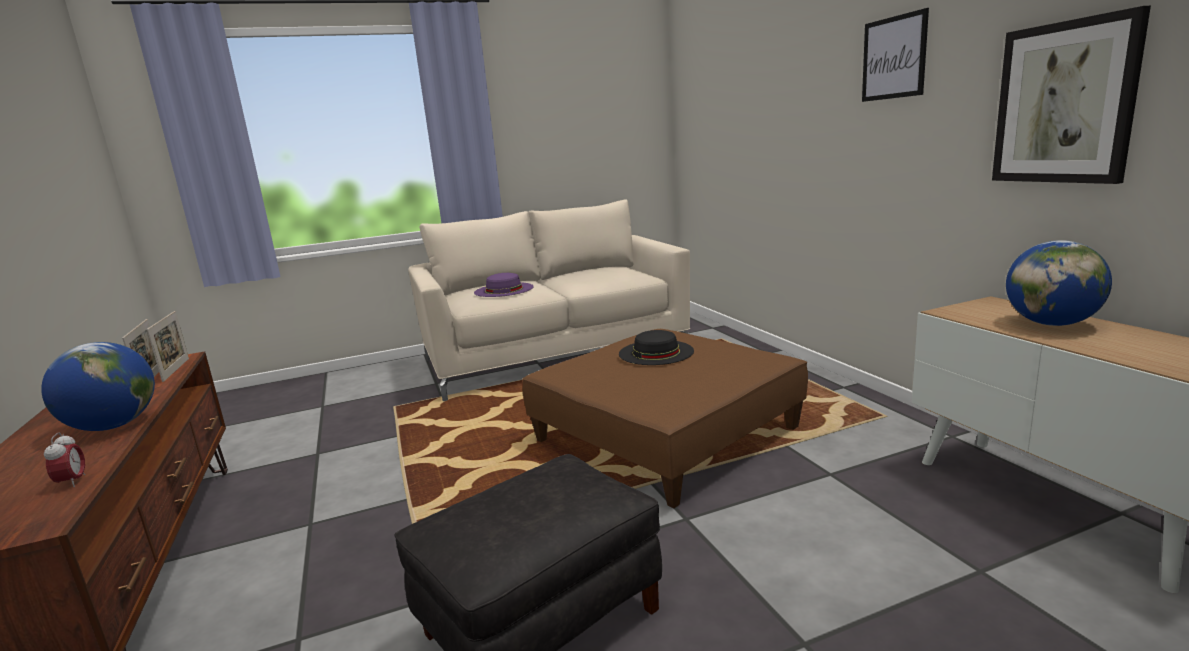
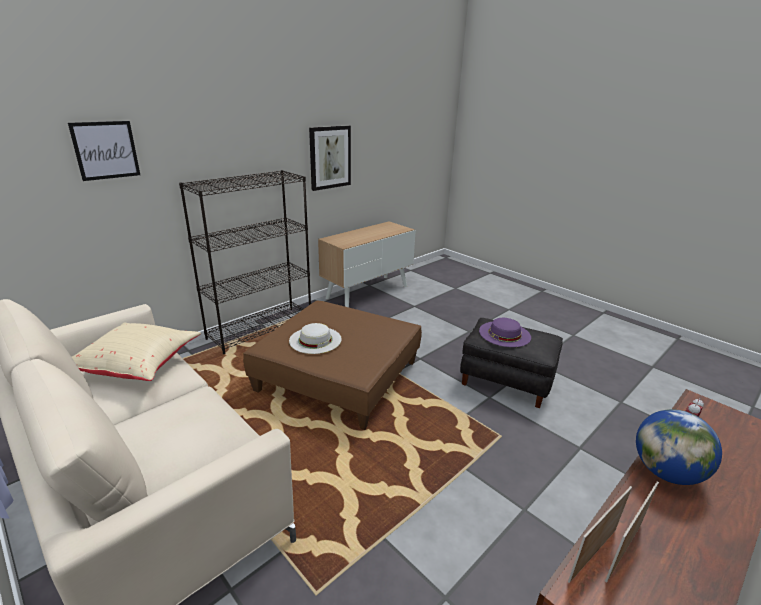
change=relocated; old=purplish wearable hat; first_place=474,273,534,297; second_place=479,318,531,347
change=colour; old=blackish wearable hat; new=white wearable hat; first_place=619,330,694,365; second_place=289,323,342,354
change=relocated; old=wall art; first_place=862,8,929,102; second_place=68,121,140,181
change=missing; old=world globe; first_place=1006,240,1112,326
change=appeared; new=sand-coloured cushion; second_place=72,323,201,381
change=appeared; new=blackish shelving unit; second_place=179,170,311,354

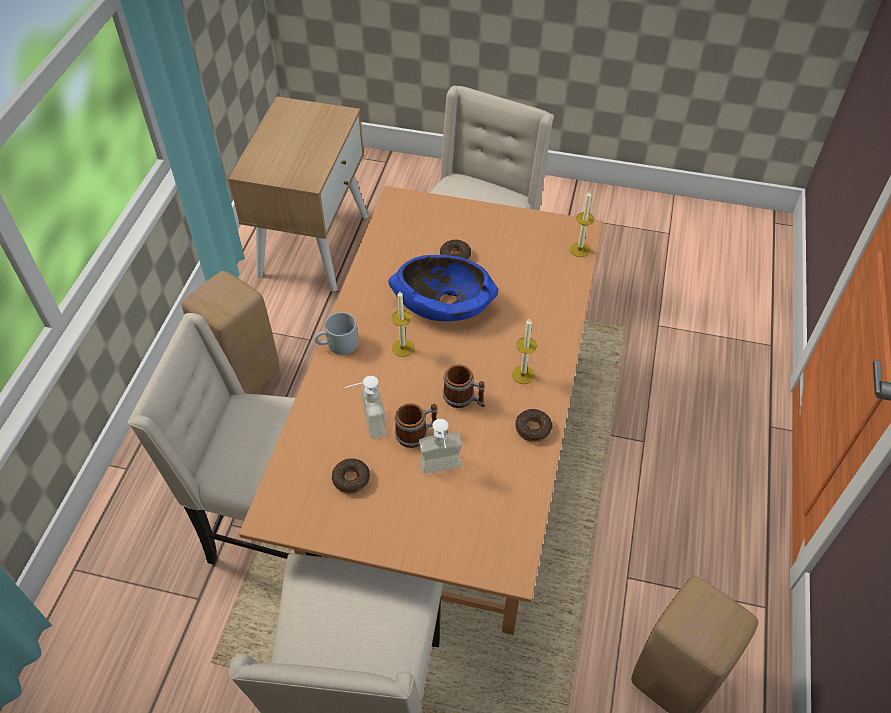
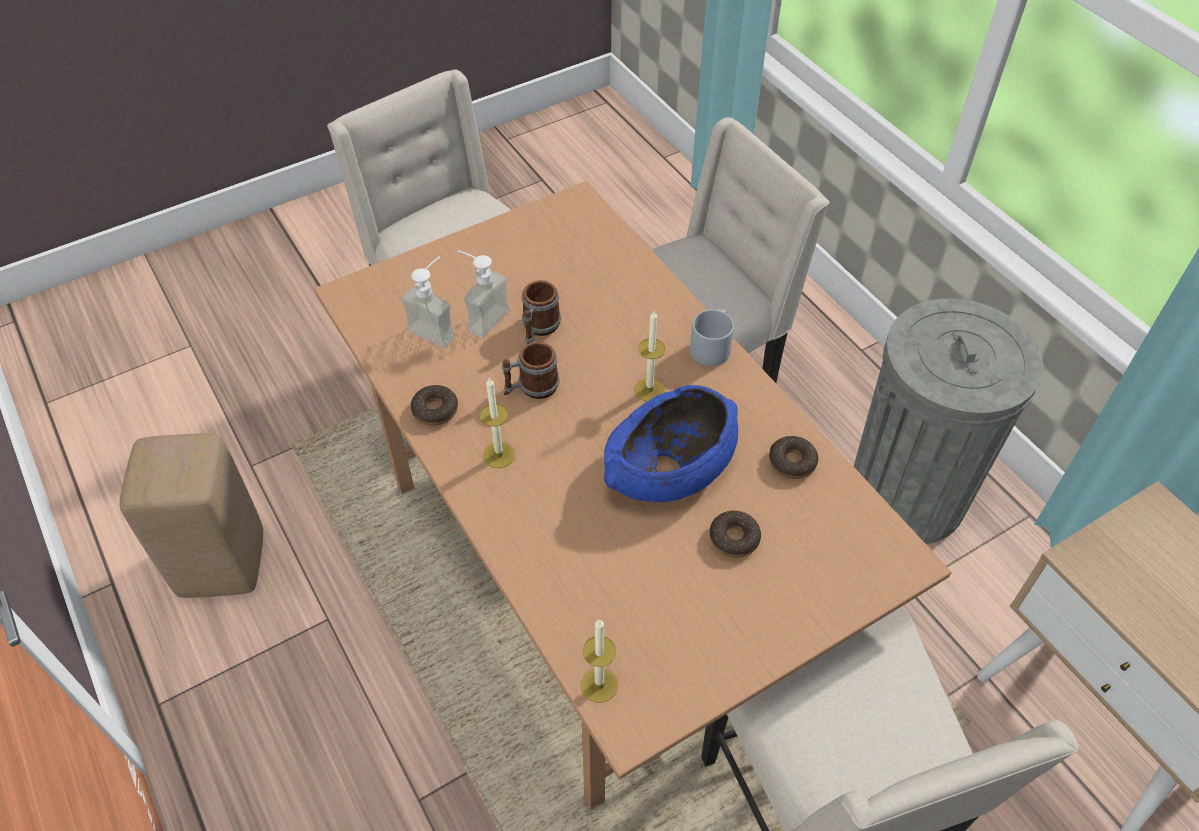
change=exchanged; old=sand-coloured stool; new=greyish rubbish bin; first_place=182,271,279,394; second_place=854,298,1043,544
change=relocated; old=ring doughnut; first_place=332,459,370,494; second_place=769,436,818,479
change=relocated; old=soap dispenser; first_place=345,376,387,439; second_place=401,256,455,348

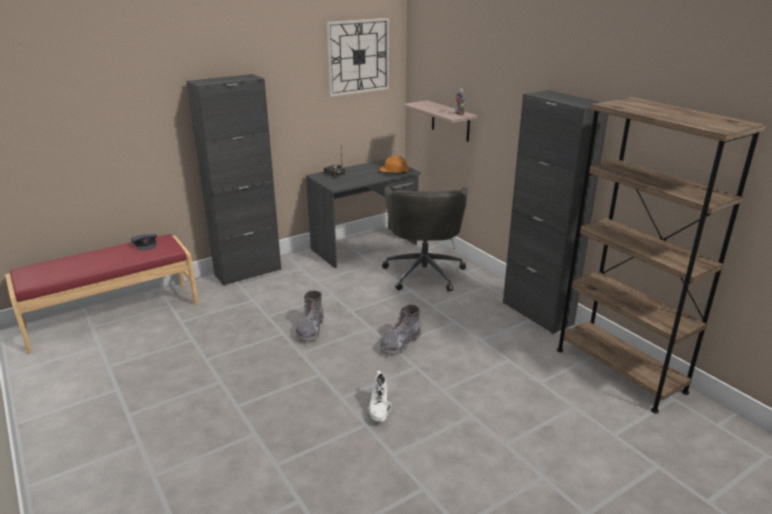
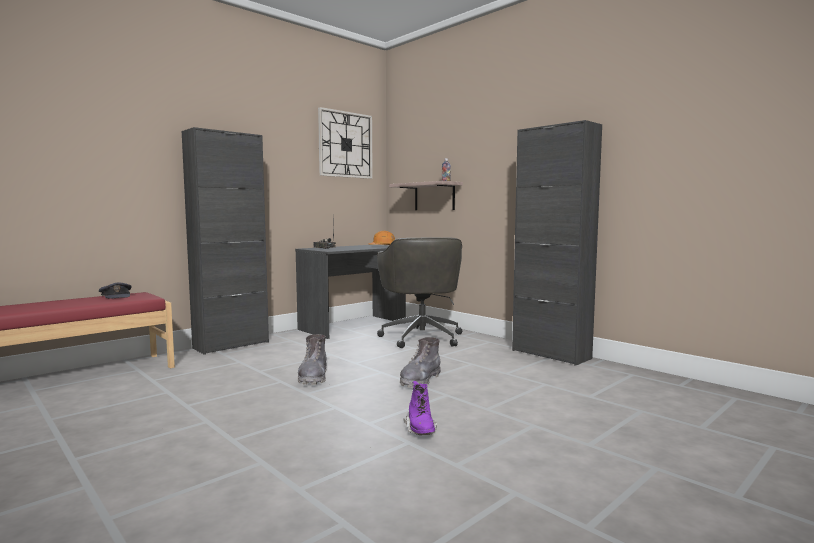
change=colour; old=white boot; new=purplish boot; first_place=367,371,392,422; second_place=403,381,437,435
change=missing; old=brownish shelving unit; first_place=557,97,766,413

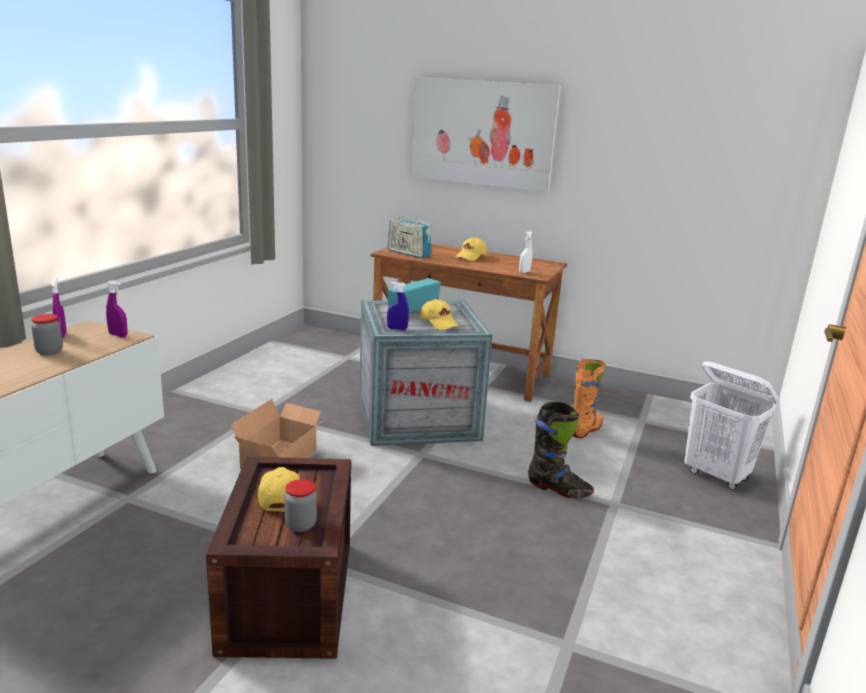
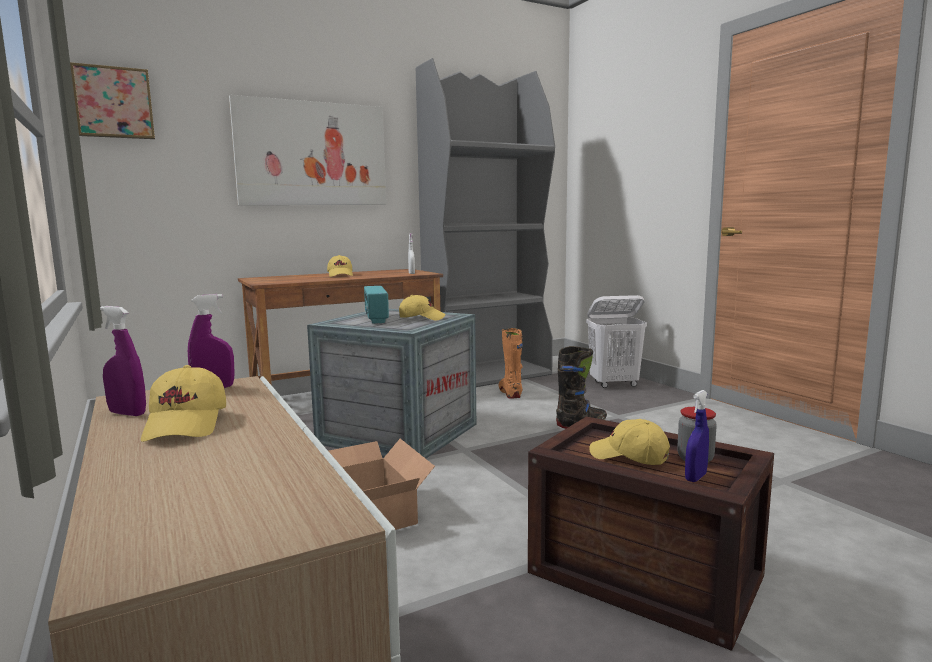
change=exchanged; old=storage jar; new=yellowish peaked cap; first_place=31,314,63,355; second_place=141,365,226,442
change=missing; old=radio set; first_place=387,212,431,258
change=relocated; old=bluish spray bottle; first_place=387,282,409,330; second_place=685,390,709,482
change=appeared; new=wall art; second_place=70,62,155,139
change=appeared; new=greyish shelving unit; second_place=416,58,555,387

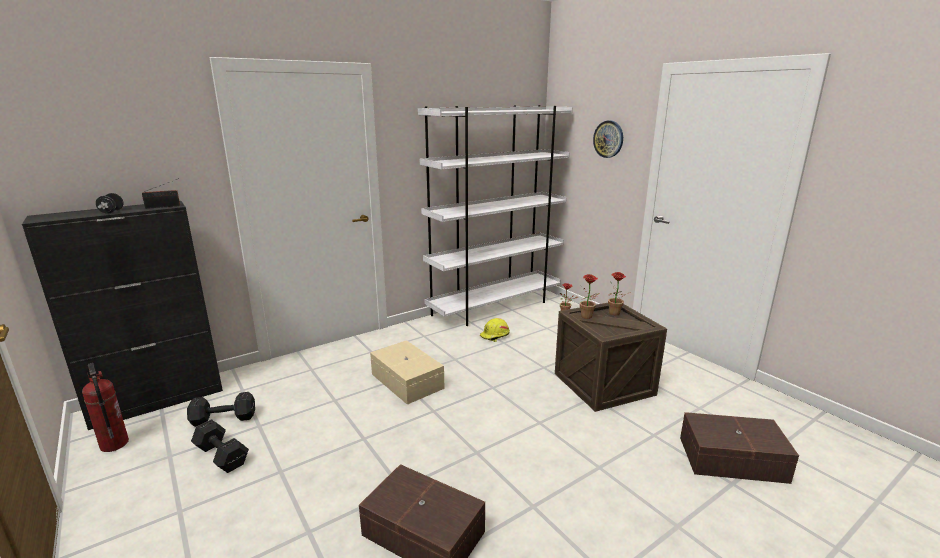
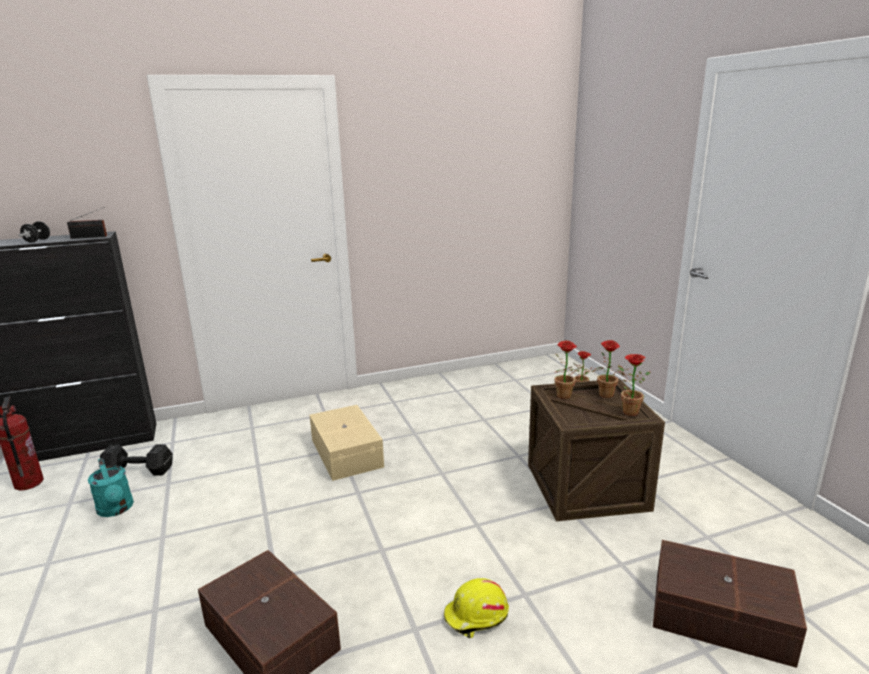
change=exchanged; old=blackish dumbbell; new=turquoise watering pot; first_place=191,419,249,473; second_place=88,458,134,517
change=missing; old=white shelving unit; first_place=418,105,573,326
change=relocated; old=yellowish safety helmet; first_place=480,318,510,342; second_place=444,578,509,638
change=missing; old=clock on the wall; first_place=593,120,623,158
change=appeared; new=potted plant; second_place=618,354,651,416

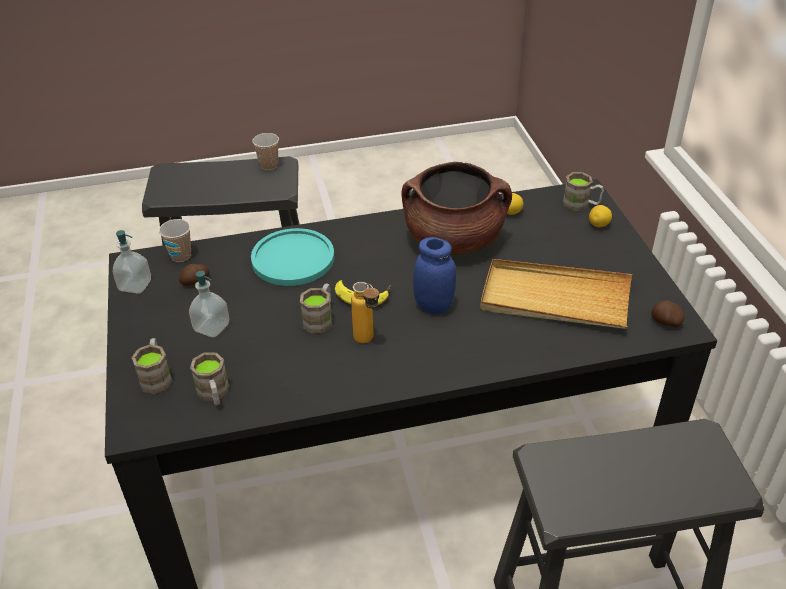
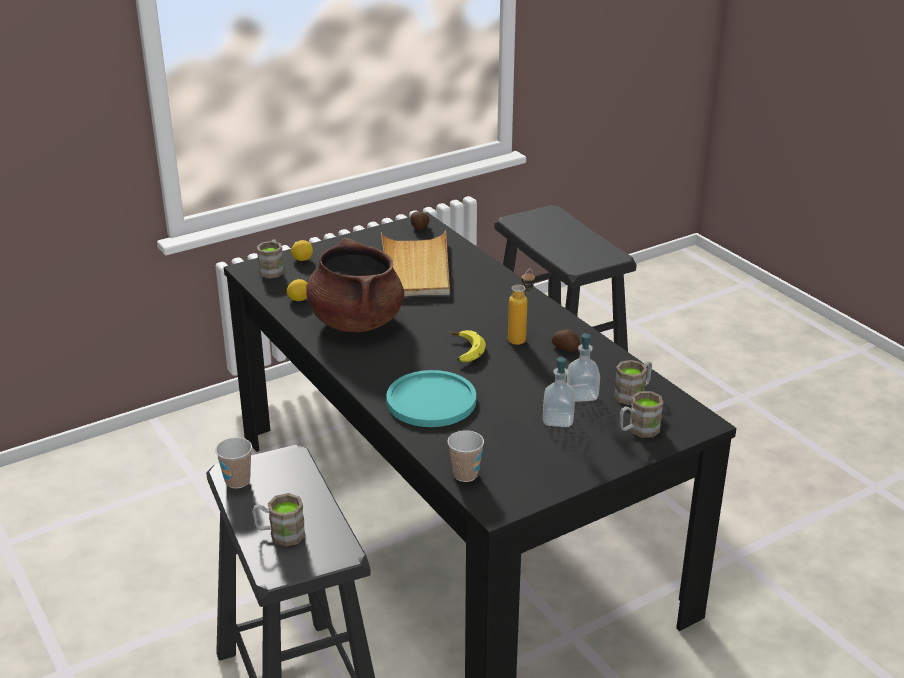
change=relocated; old=soap dispenser; first_place=113,230,151,294; second_place=567,333,600,402
change=relocated; old=whole potato; first_place=179,264,209,286; second_place=551,329,580,352
change=relocated; old=brownish tea mug; first_place=300,284,332,333; second_place=252,493,306,547
change=missing; old=bluish storage jar; first_place=413,237,456,314

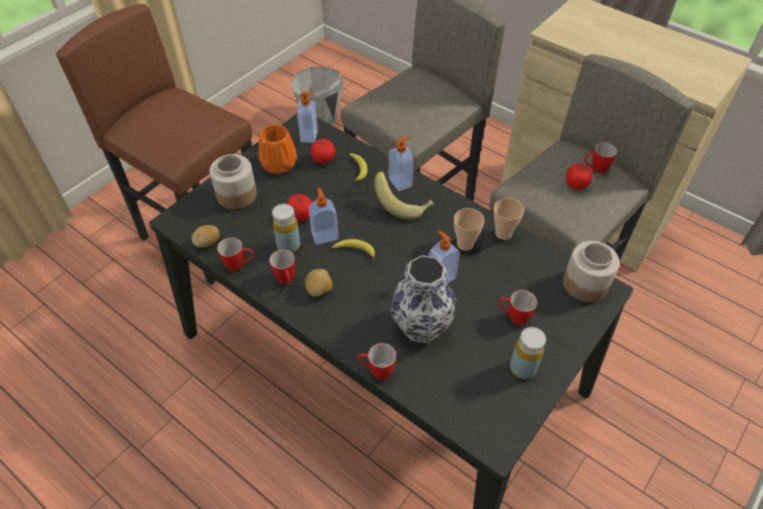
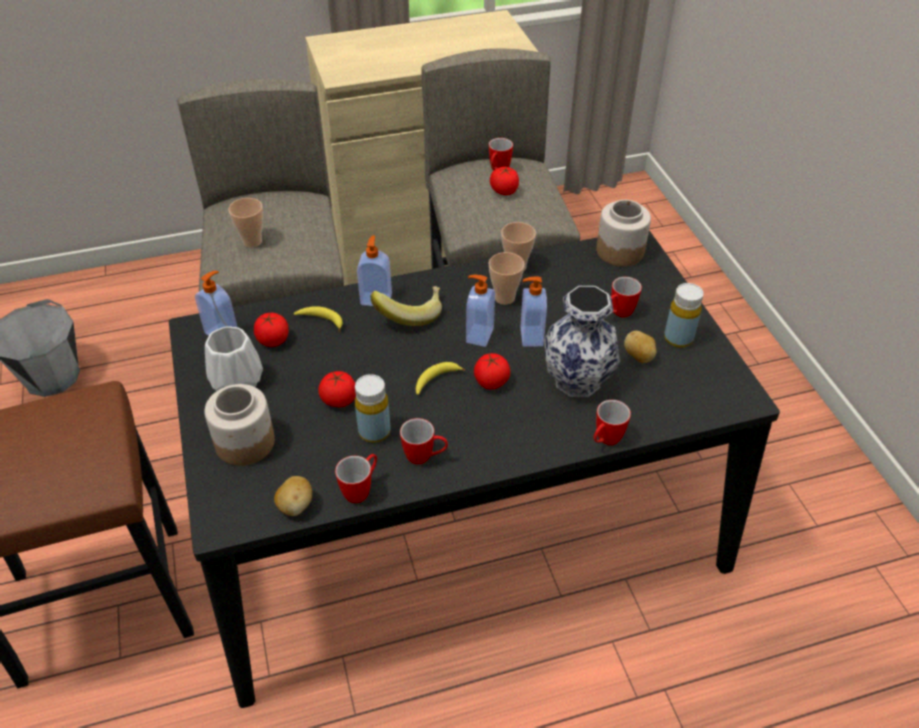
change=colour; old=orange-coloured flower vase; new=white flower vase; first_place=259,125,297,174; second_place=205,326,263,391
change=relocated; old=whole potato; first_place=305,269,333,297; second_place=624,331,656,363
change=relocated; old=soap dispenser; first_place=309,188,339,245; second_place=466,275,495,347
change=appeared; new=small cup; second_place=228,198,263,248
change=appeared; new=fresh tomato; second_place=474,353,510,390

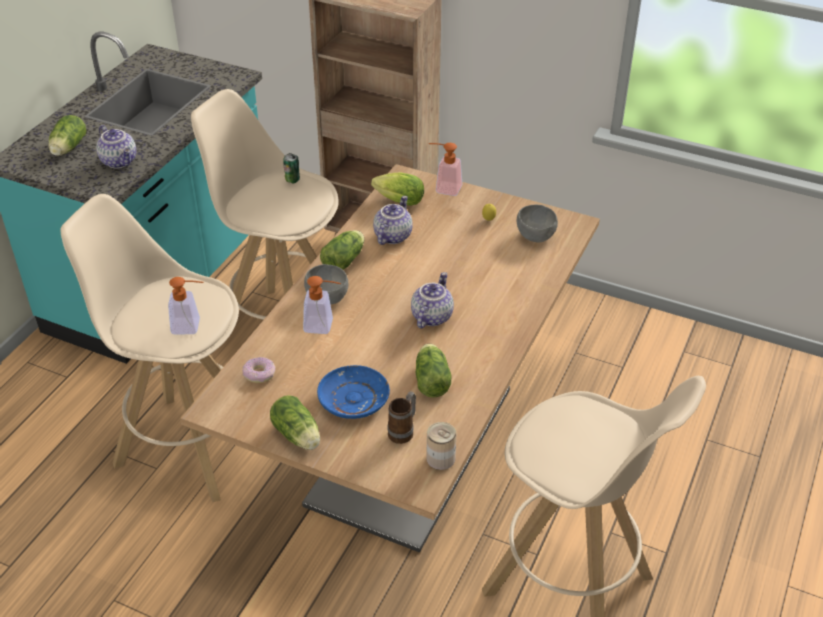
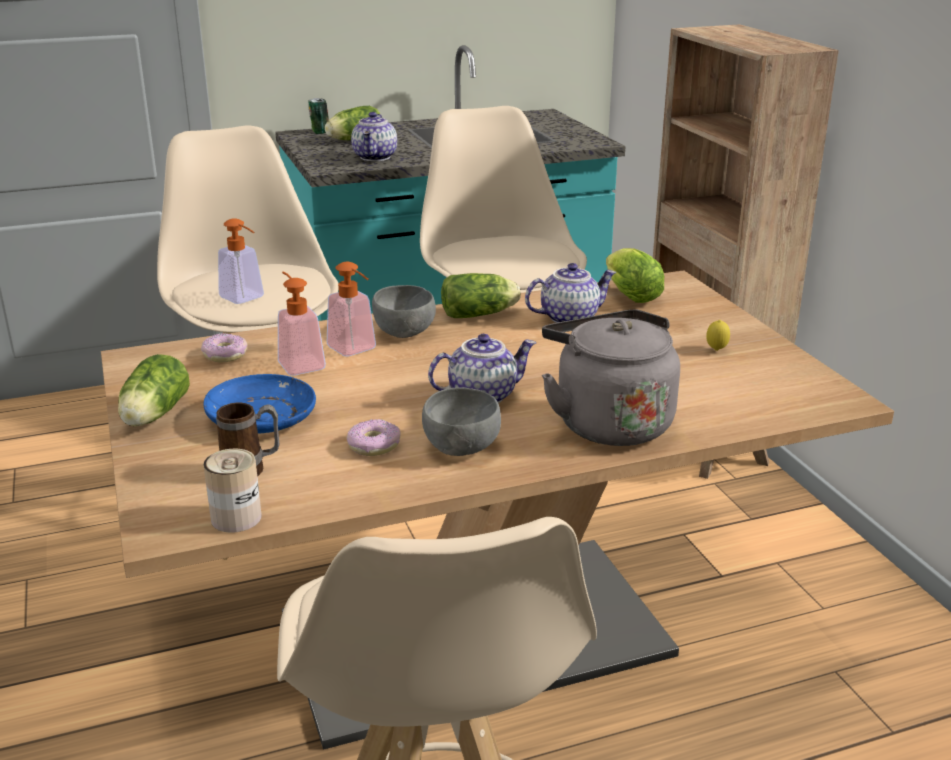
change=relocated; old=can; first_place=283,153,300,184; second_place=308,98,329,134
change=exchanged; old=lettuce head; new=ring doughnut; first_place=415,344,452,398; second_place=346,419,401,456
change=relocated; old=soap dispenser; first_place=429,143,462,196; second_place=278,272,326,376
change=relocated; old=greyish bowl; first_place=517,205,558,243; second_place=422,387,501,456
change=appeared; new=greyish kettle; second_place=542,310,680,446

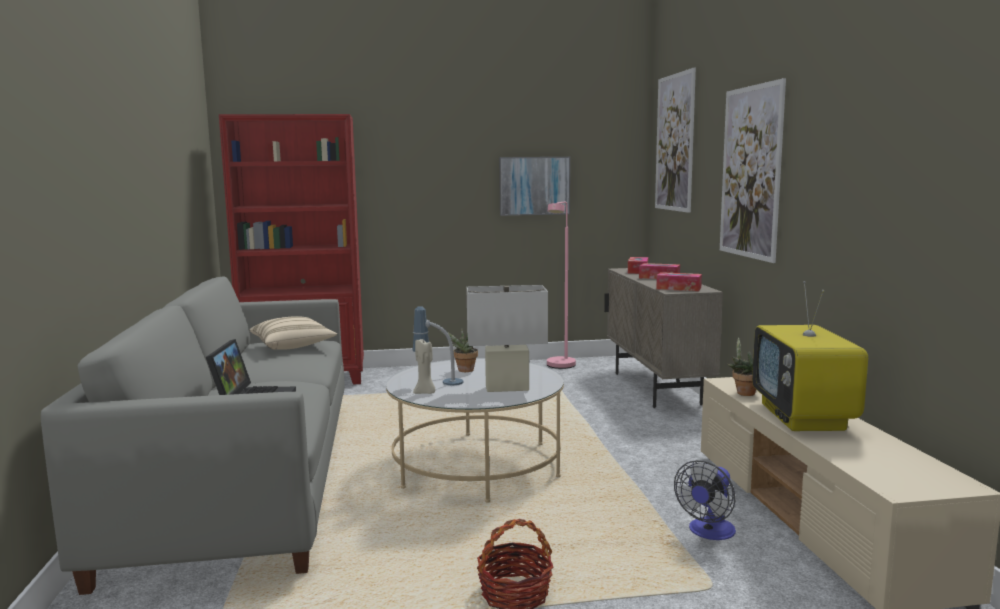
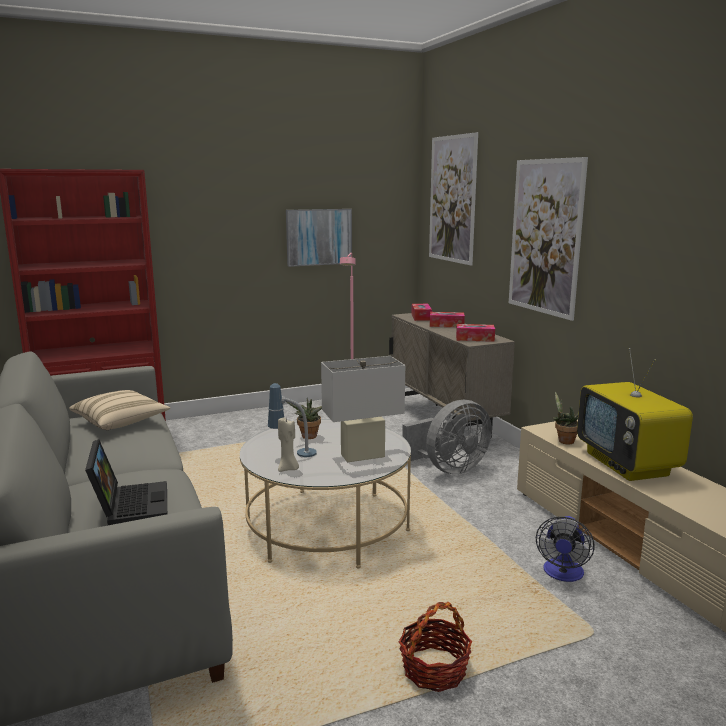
change=appeared; new=greyish cooling fan; second_place=402,400,492,474

